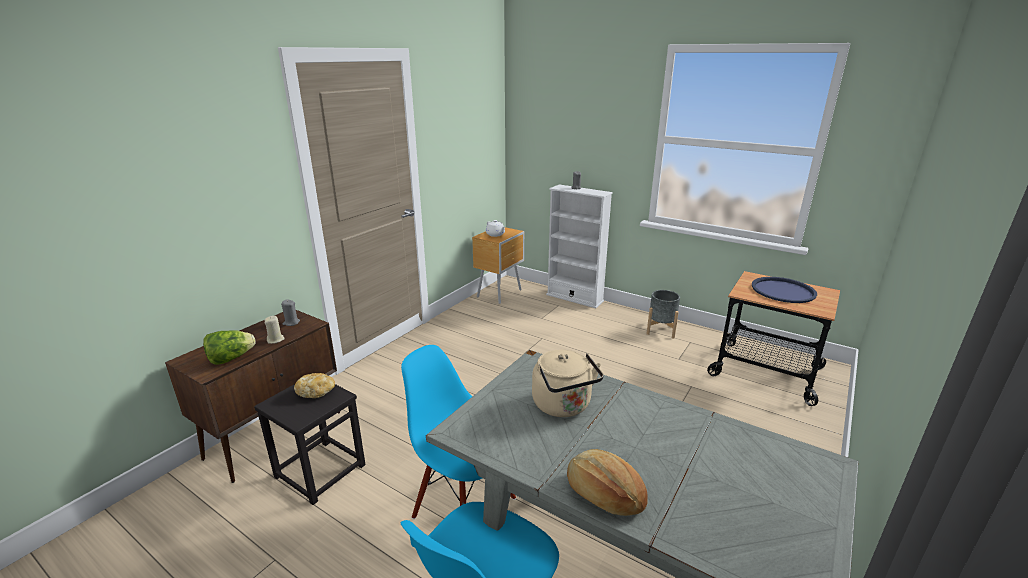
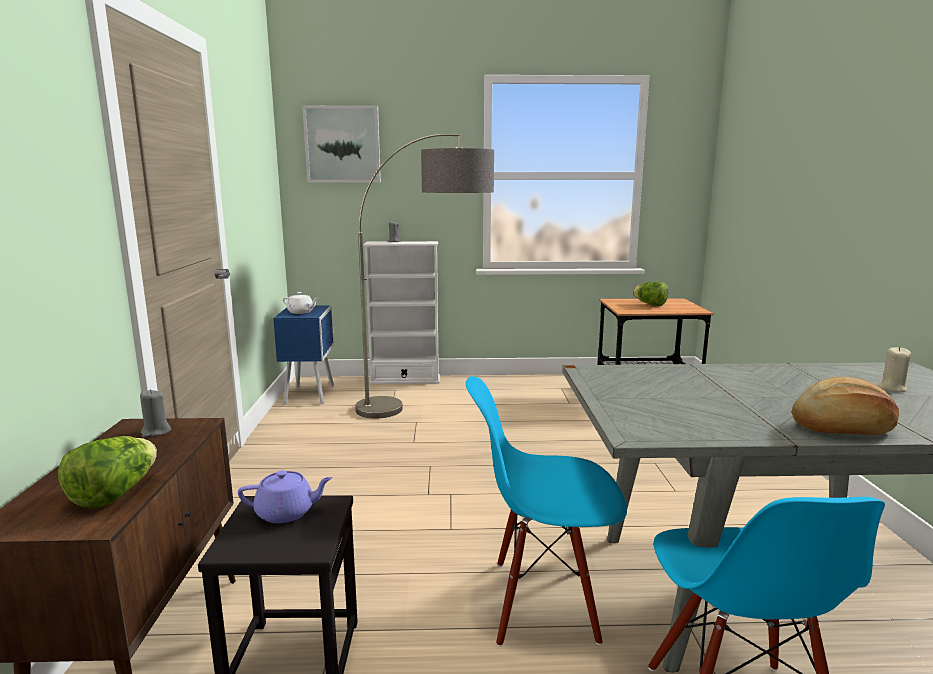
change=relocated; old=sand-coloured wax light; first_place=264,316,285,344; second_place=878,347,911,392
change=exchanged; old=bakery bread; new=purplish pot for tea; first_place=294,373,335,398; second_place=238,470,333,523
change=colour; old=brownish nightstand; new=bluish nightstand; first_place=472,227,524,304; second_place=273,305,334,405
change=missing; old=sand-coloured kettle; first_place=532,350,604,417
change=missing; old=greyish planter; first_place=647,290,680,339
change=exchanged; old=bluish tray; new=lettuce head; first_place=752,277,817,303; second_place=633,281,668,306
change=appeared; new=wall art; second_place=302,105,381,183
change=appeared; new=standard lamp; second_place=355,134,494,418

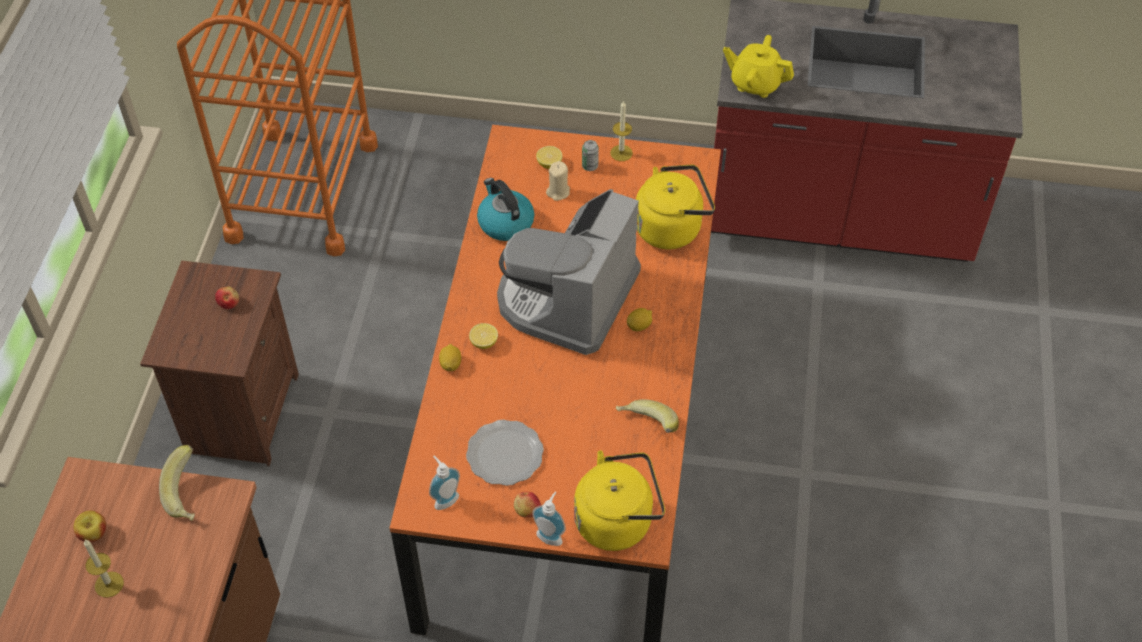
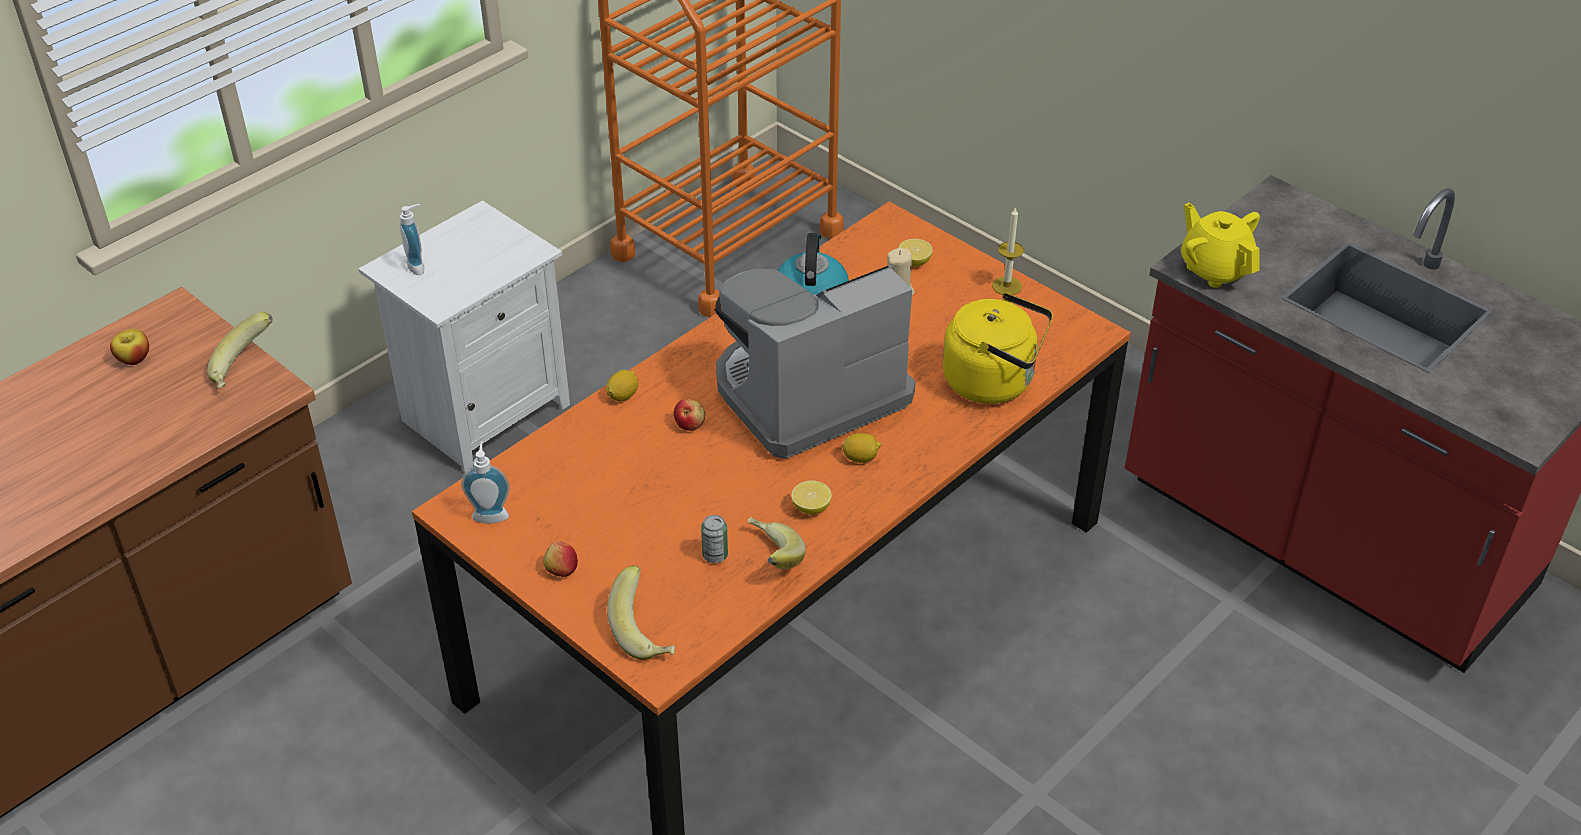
change=missing; old=wax light; first_place=84,540,124,598
change=colour; old=brownish nightstand; new=white nightstand; first_place=140,261,299,466; second_place=358,200,570,473
change=relocated; old=apple; first_place=215,287,239,309; second_place=674,399,705,431
change=missing; old=dinner plate; first_place=466,420,544,486
change=relocated; old=whole lemon; first_place=469,323,498,349; second_place=791,480,832,515
change=relocated; old=soap dispenser; first_place=532,492,566,546; second_place=400,204,424,275
change=exchanged; old=yellowish kettle; new=banana fruit; first_place=574,450,665,551; second_place=607,565,675,660
change=relocated; old=can; first_place=582,140,599,171; second_place=701,515,728,563

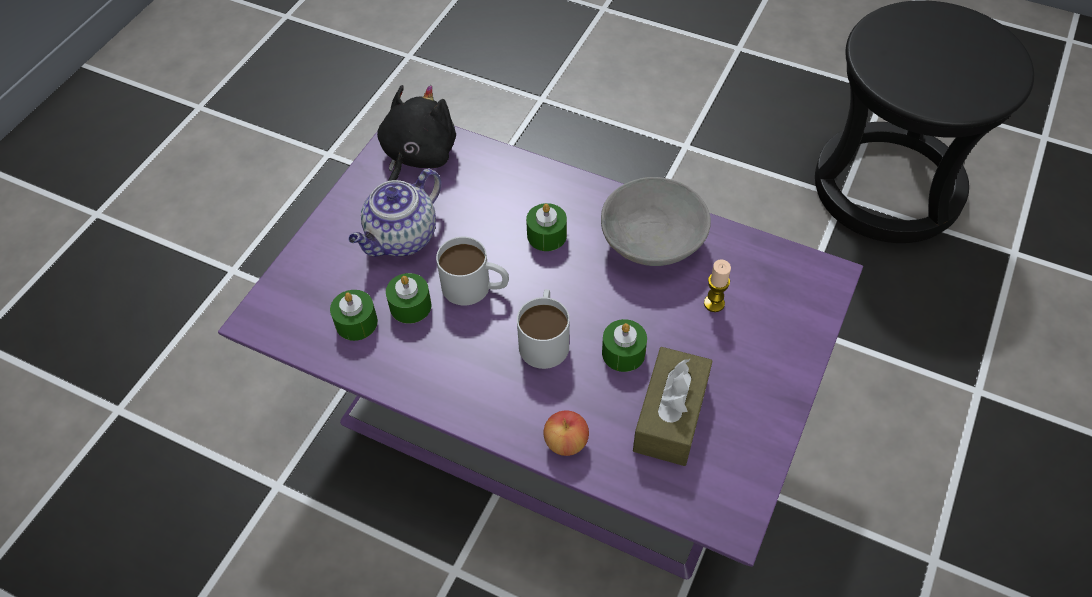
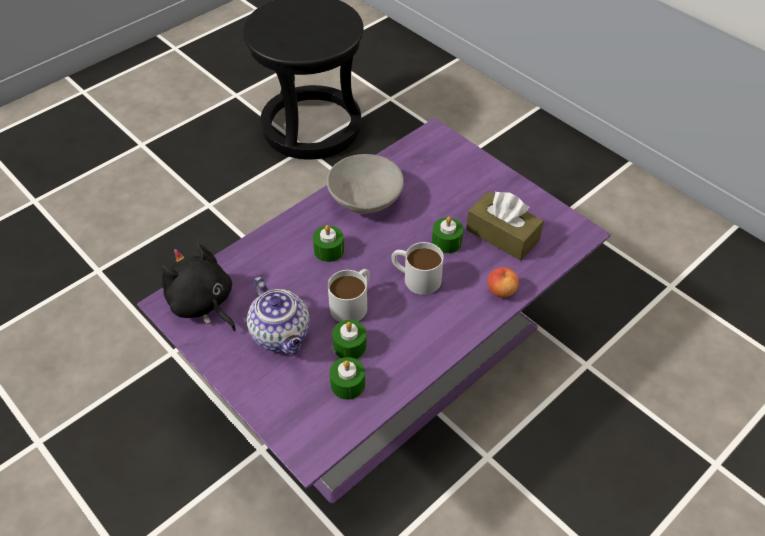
change=missing; old=wax light; first_place=704,259,731,312

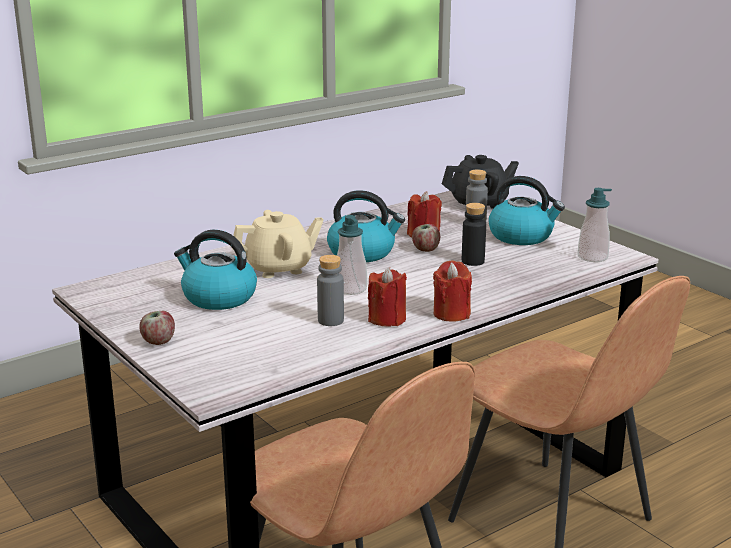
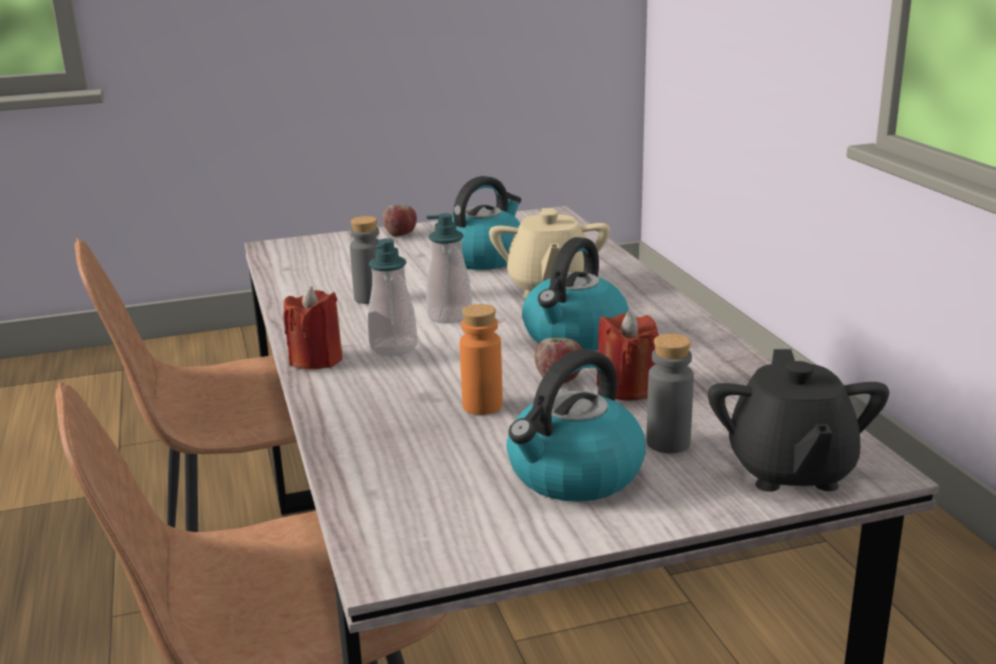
change=missing; old=red-coloured wax light; first_place=368,267,407,327
change=colour; old=blackish beverage bottle; new=orange-coloured beverage bottle; first_place=462,203,486,266; second_place=460,304,503,415
change=relocated; old=soap dispenser; first_place=578,188,612,262; second_place=368,238,417,356

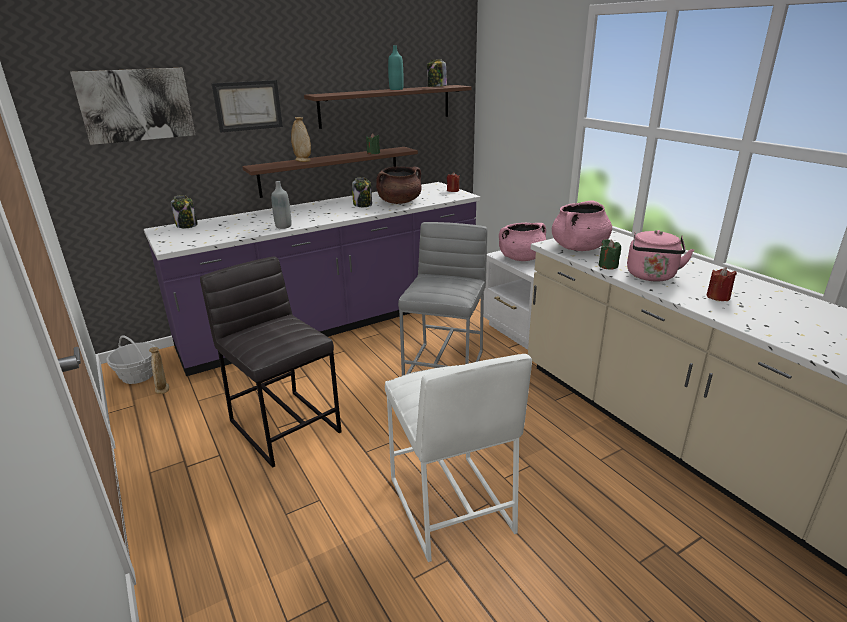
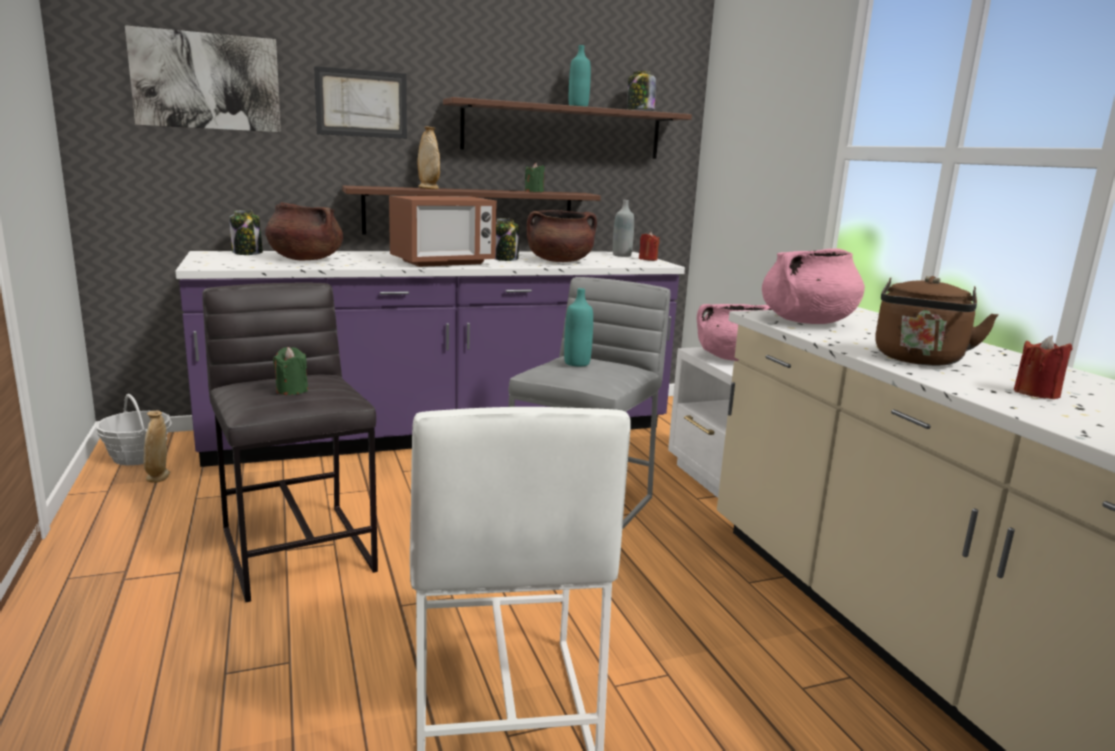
change=relocated; old=greyish beverage bottle; first_place=271,181,291,229; second_place=613,200,634,257
change=relocated; old=green wax light; first_place=599,239,621,270; second_place=273,347,308,395
change=colour; old=pinkish kettle; new=brownish kettle; first_place=627,230,694,281; second_place=875,276,999,366
change=appeared; new=brownish stockpot; second_place=265,202,343,261
change=appeared; new=kitchen microwave; second_place=389,196,497,267
change=appeared; new=turquoise beverage bottle; second_place=564,288,593,366

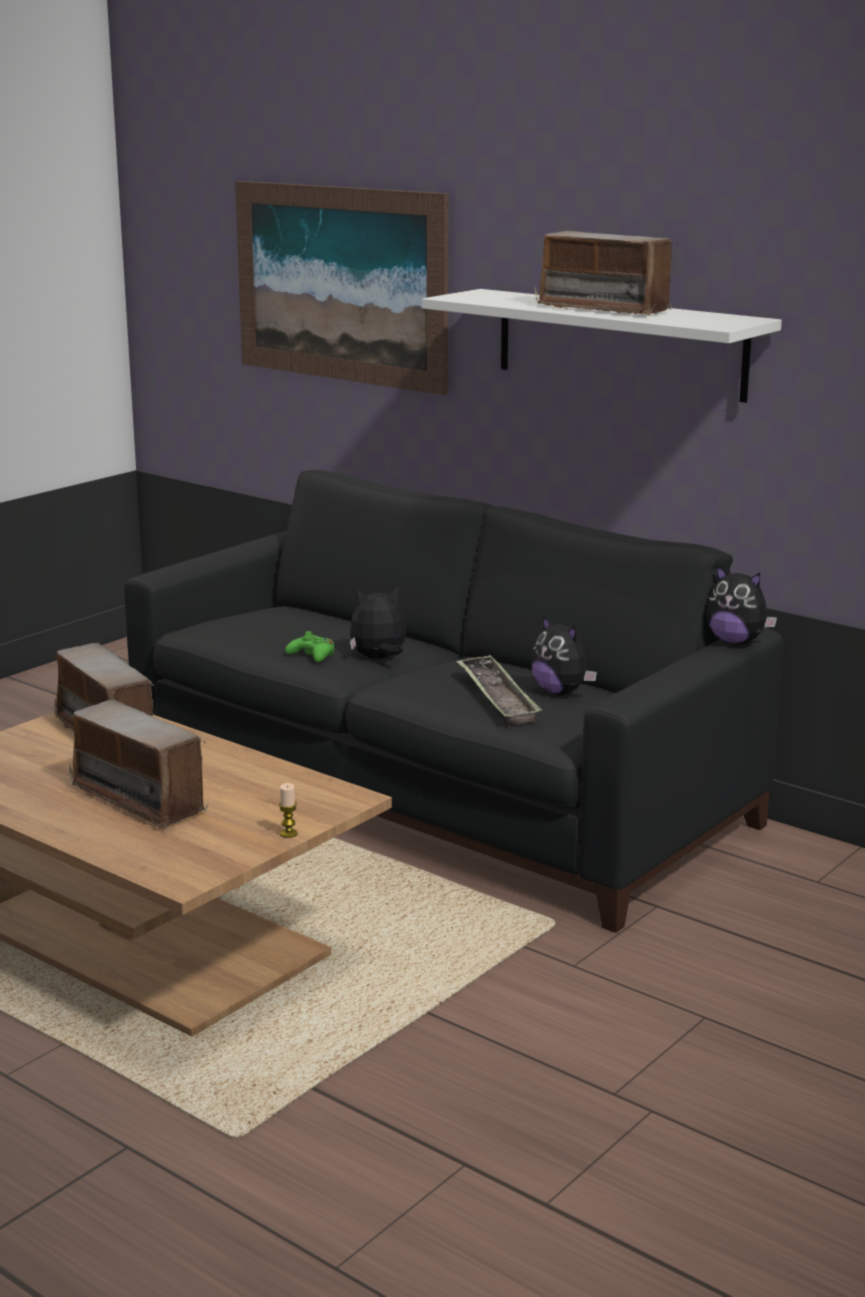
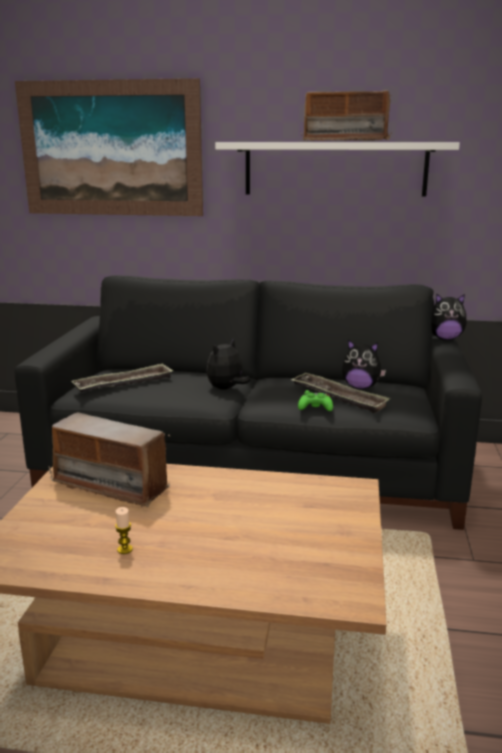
change=missing; old=radio set; first_place=69,699,208,829
change=relocated; old=wax light; first_place=279,783,298,838; second_place=115,507,133,554
change=relocated; old=green gamepad; first_place=285,631,334,662; second_place=298,390,333,411
change=appeared; new=tray; second_place=71,363,173,392

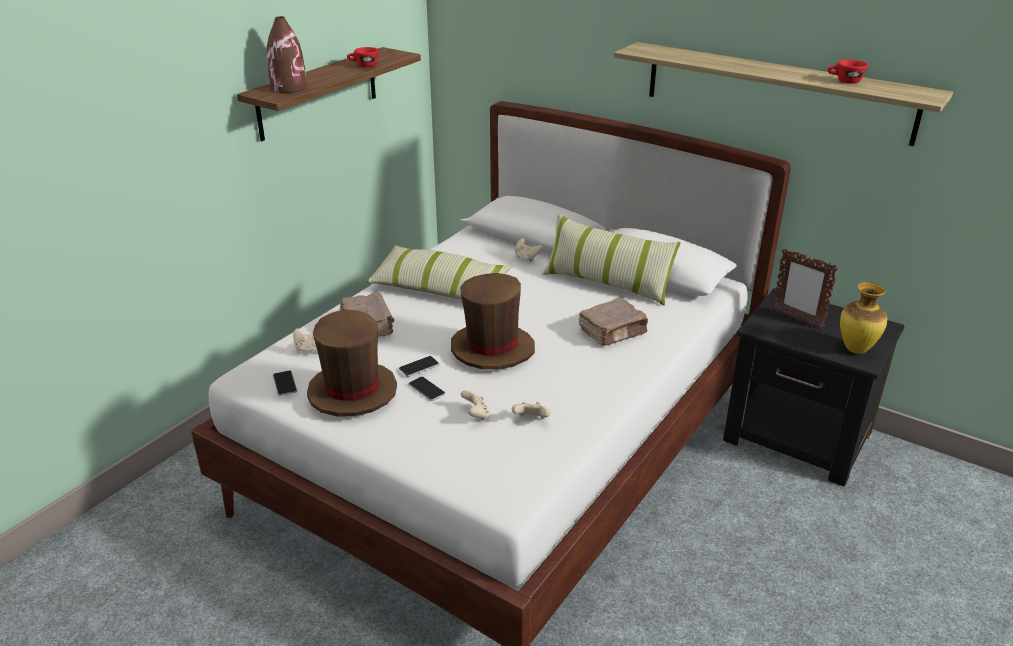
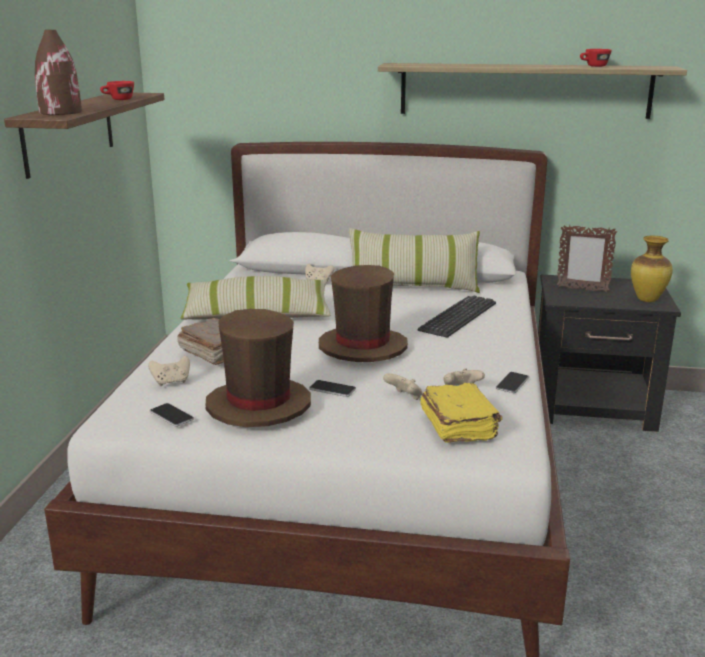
change=relocated; old=telephone; first_place=399,356,439,377; second_place=496,372,529,393
change=exchanged; old=brownish volume; new=PC keyboard; first_place=579,298,649,346; second_place=418,295,496,337
change=appeared; new=yellowish volume; second_place=420,383,502,443

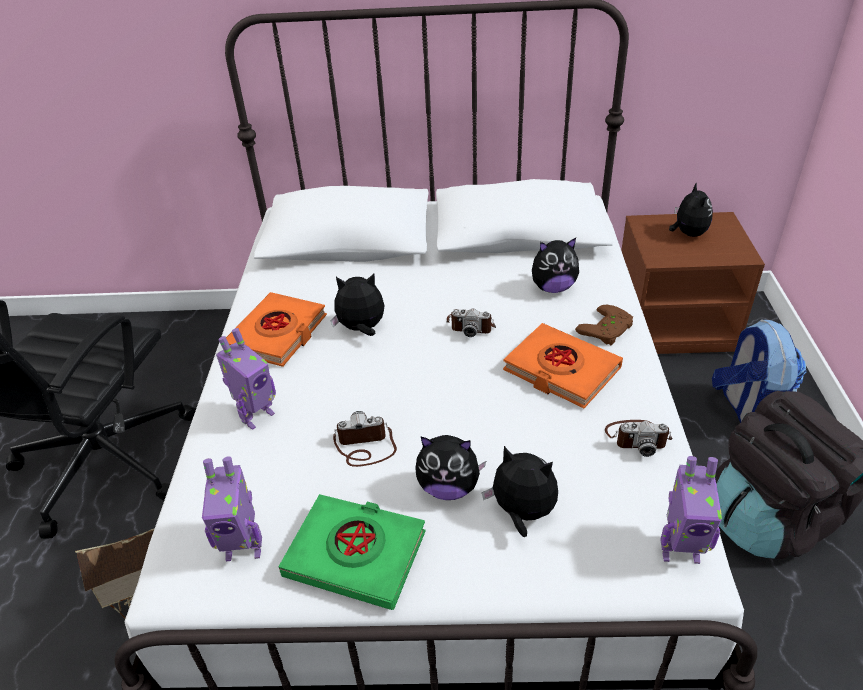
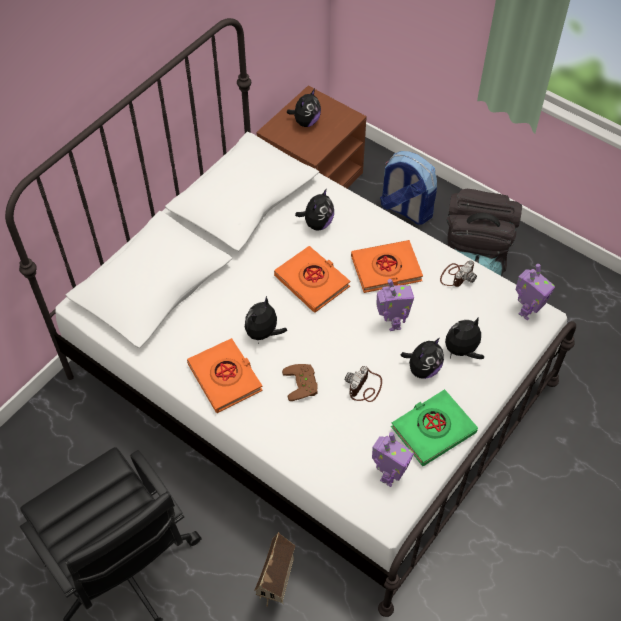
change=relocated; old=model robot; first_place=216,328,276,430; second_place=376,279,414,331
change=exchanged; old=still camera; new=orange-coloured volume; first_place=446,308,496,337; second_place=274,246,350,312
change=relocated; old=brownish gamepad; first_place=575,305,633,345; second_place=282,364,318,401
change=spun; old=cuddly toy; first_place=669,182,713,237; second_place=287,89,321,127; degrees=90

